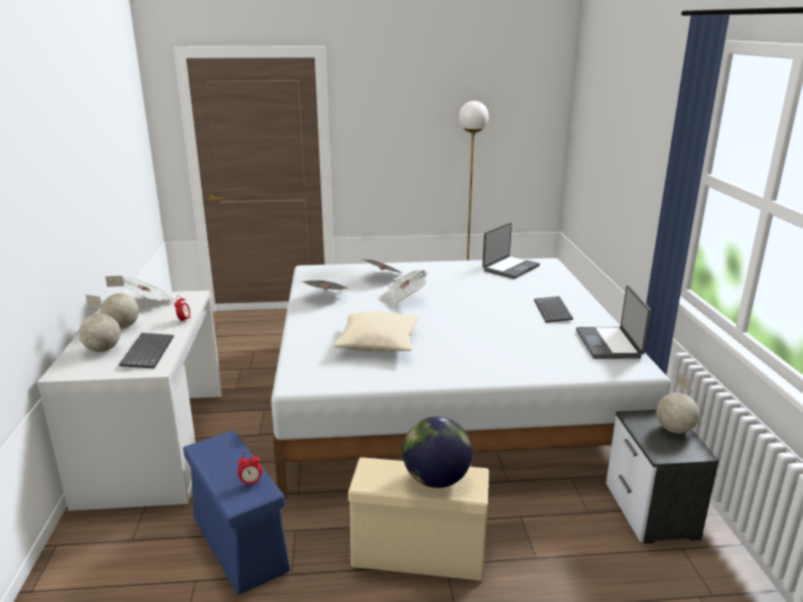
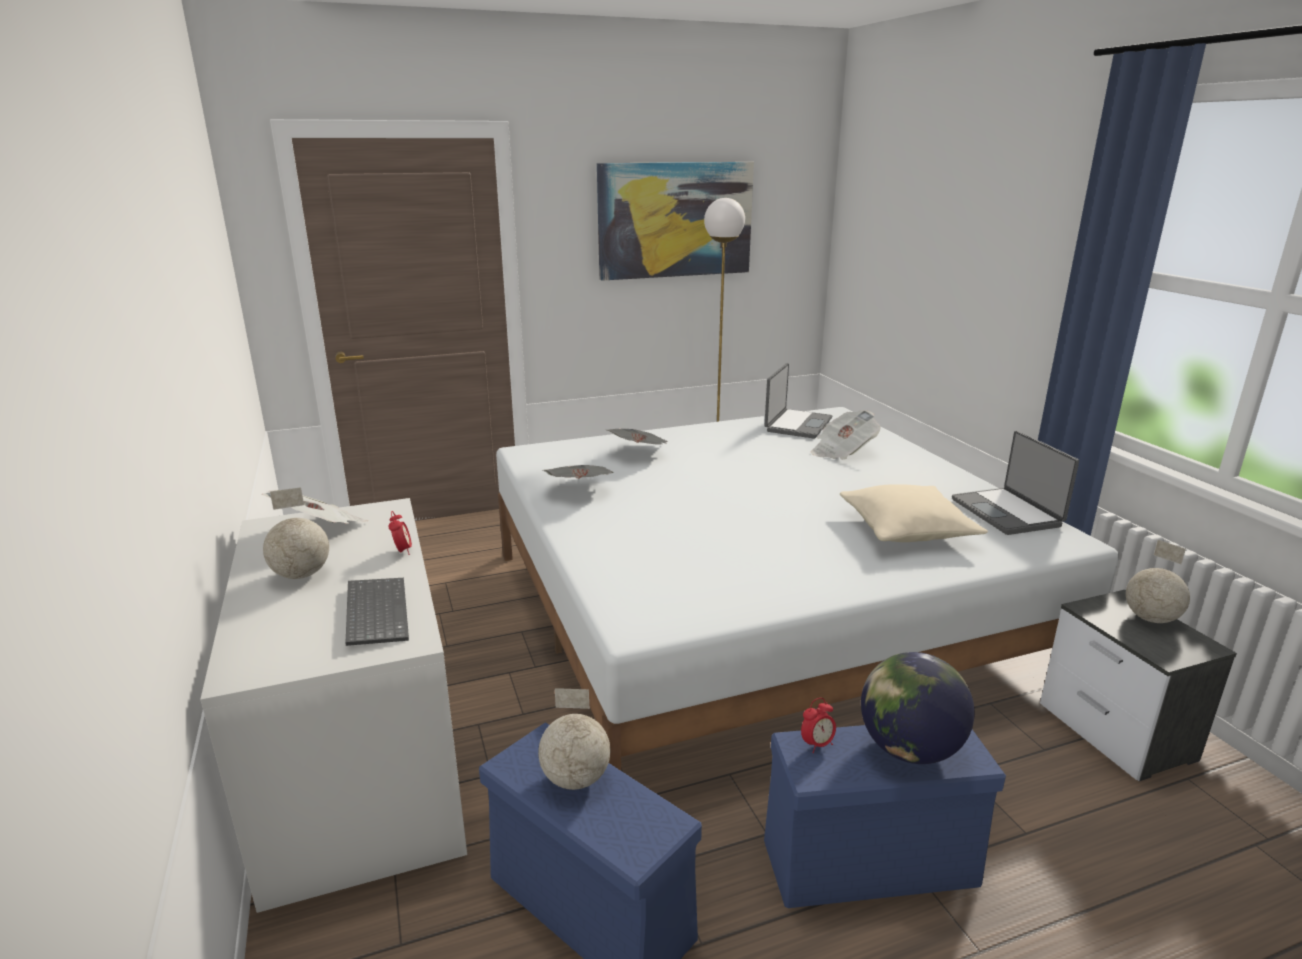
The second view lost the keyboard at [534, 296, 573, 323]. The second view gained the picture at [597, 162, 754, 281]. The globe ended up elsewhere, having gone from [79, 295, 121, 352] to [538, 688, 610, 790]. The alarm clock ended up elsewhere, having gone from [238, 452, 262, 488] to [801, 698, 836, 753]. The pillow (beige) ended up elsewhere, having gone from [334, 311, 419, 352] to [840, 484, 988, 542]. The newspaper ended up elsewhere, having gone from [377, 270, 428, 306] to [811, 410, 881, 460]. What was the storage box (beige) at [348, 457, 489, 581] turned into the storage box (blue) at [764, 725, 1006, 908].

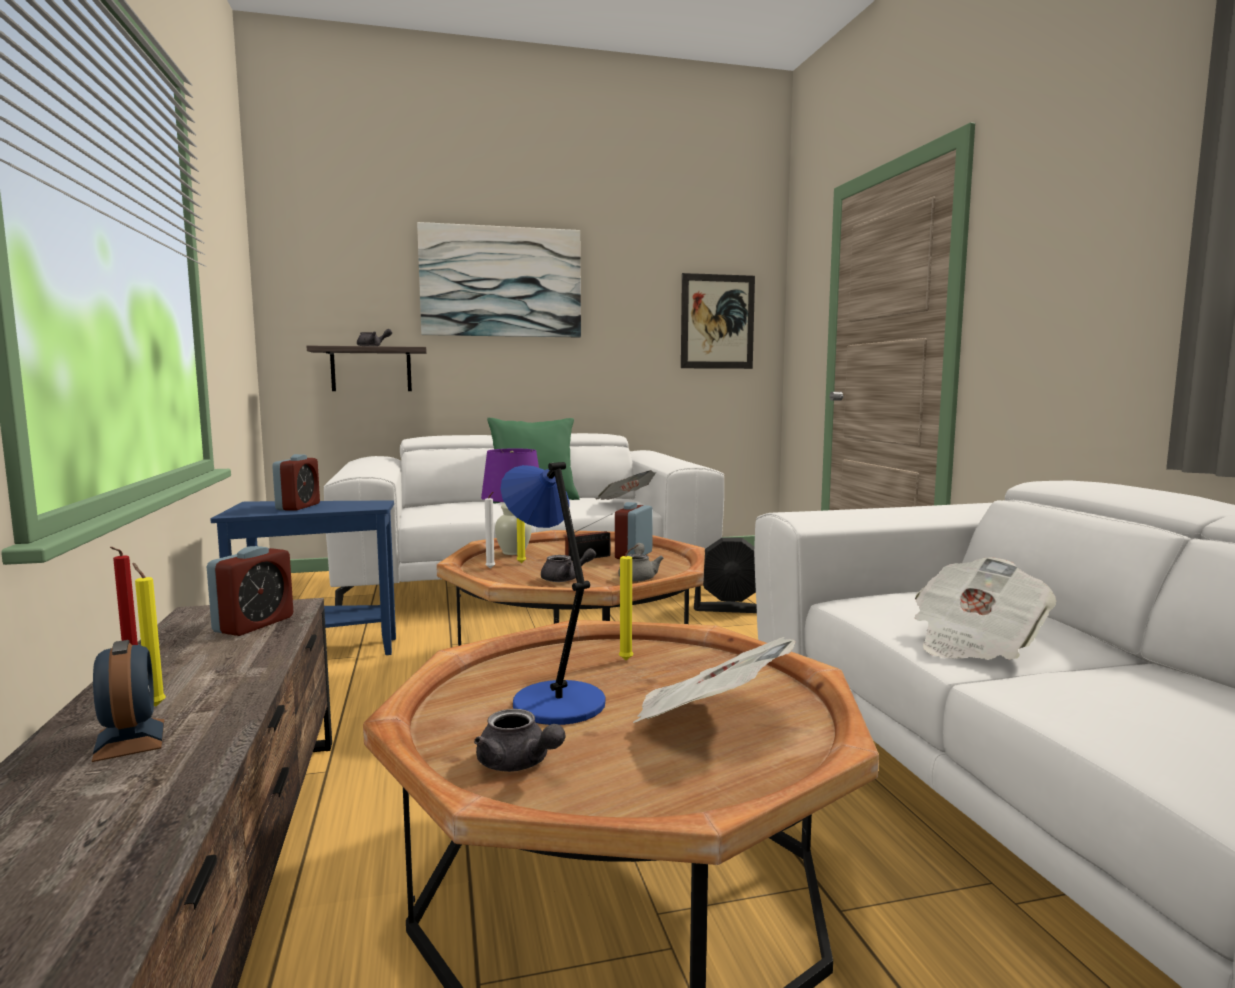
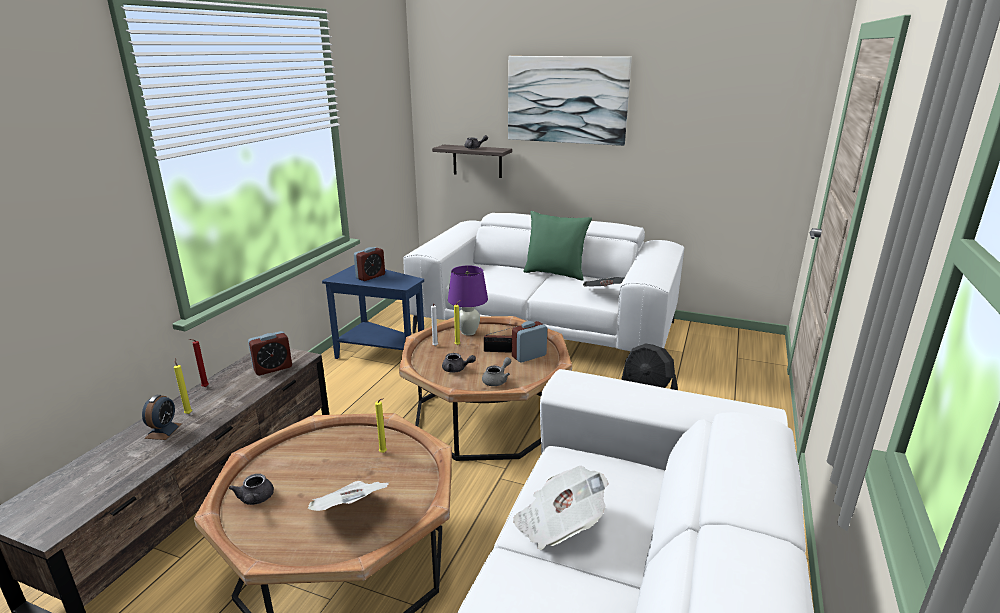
The second view lost the table lamp (blue) at [500, 462, 605, 725]. The second view lost the picture at [681, 273, 755, 369].

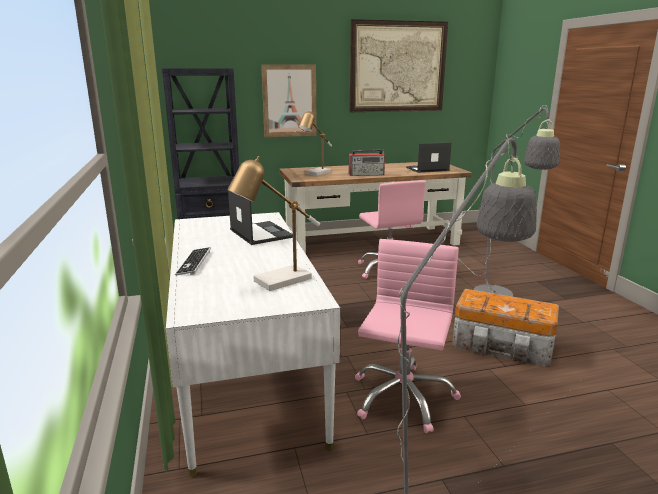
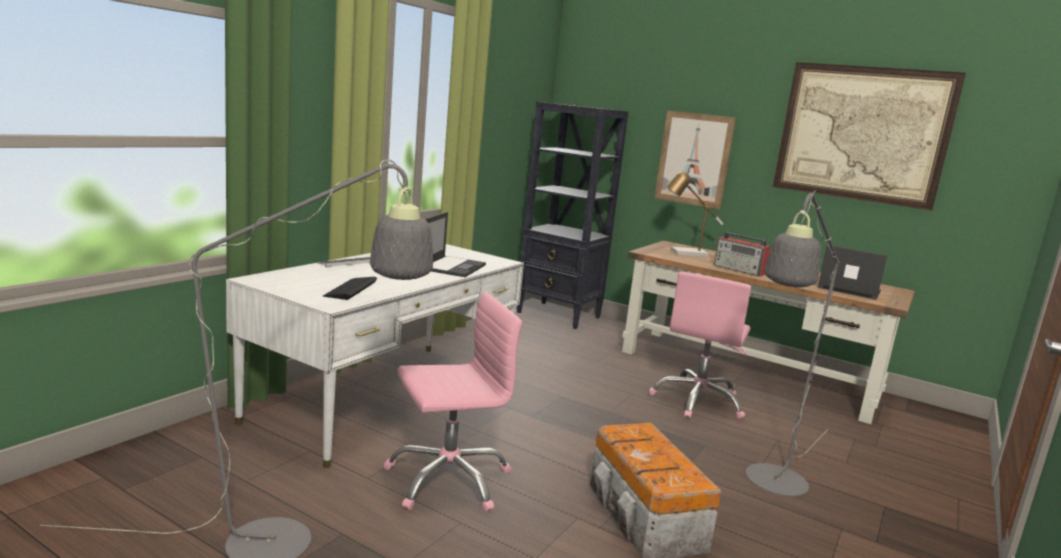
Where the table lamp stood at [228, 156, 320, 291], the keyboard came to stand at [323, 277, 377, 300].

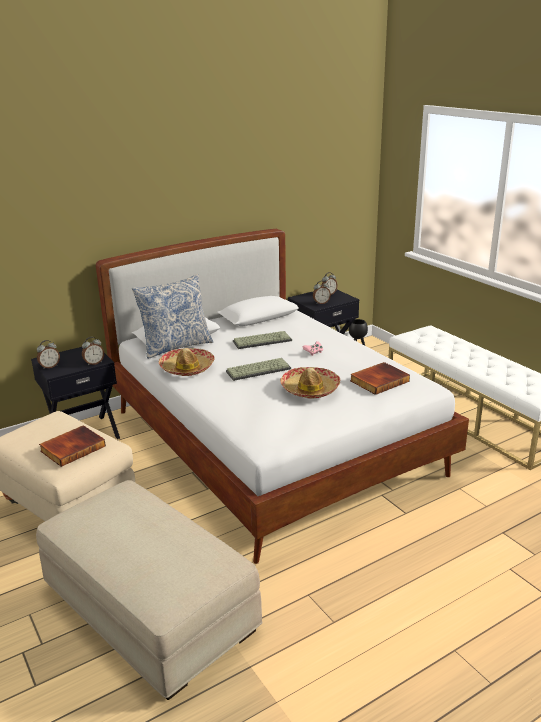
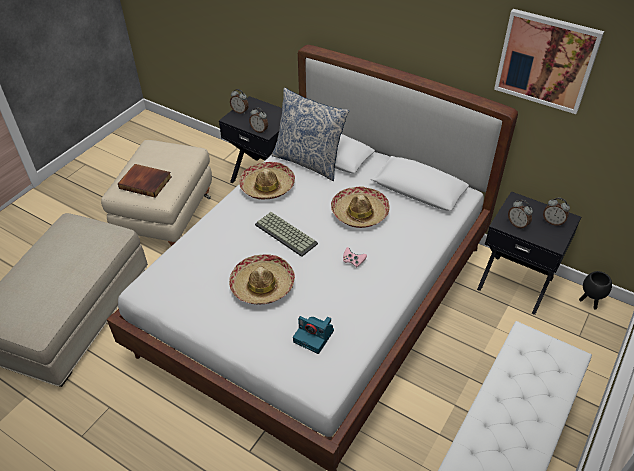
The second view gained the picture at [494, 9, 604, 114]. Where the keyboard stood at [233, 331, 292, 349], the hat came to stand at [331, 186, 390, 228]. Where the book stood at [350, 362, 410, 395], the photo camera came to stand at [293, 316, 334, 354].

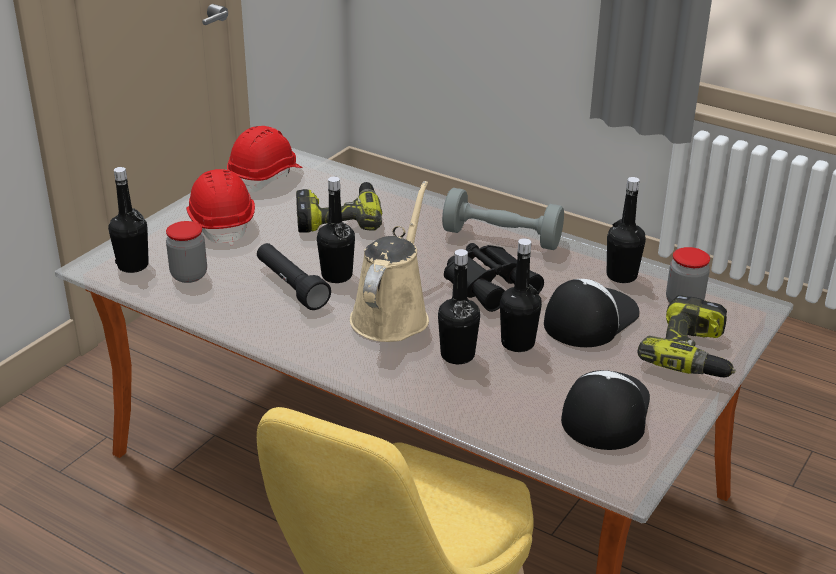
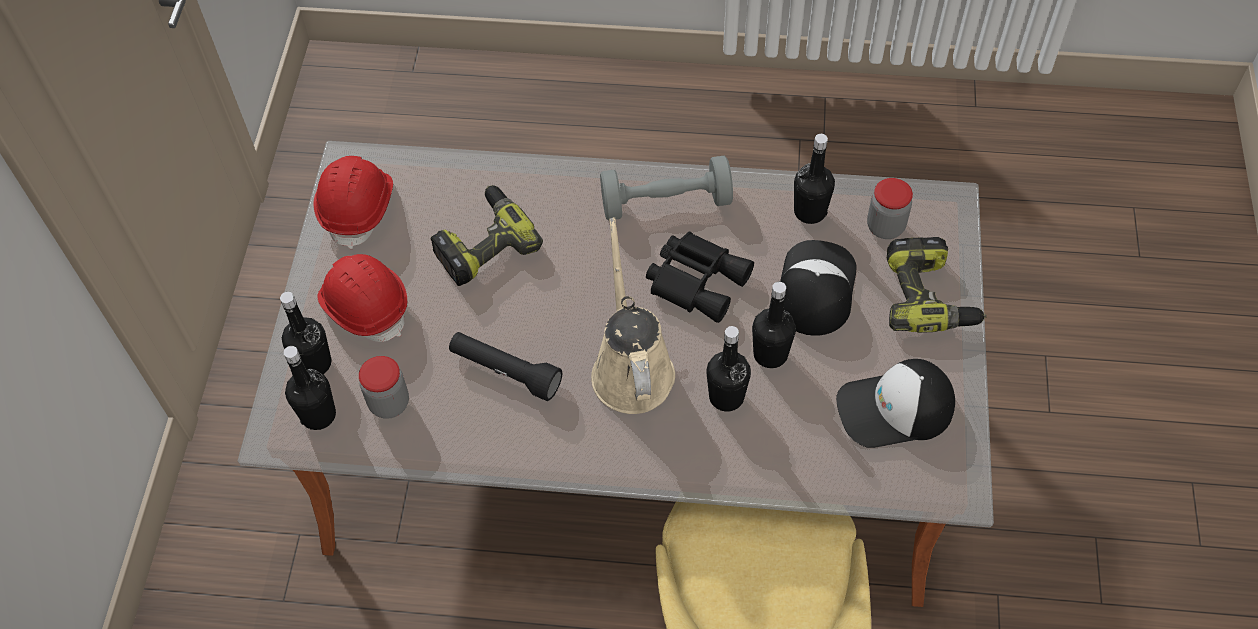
The bottle (black) ended up elsewhere, having gone from [317, 176, 355, 283] to [280, 292, 331, 374]. The cap at [561, 370, 650, 450] ended up facing another way, 90 degrees counterclockwise from before.

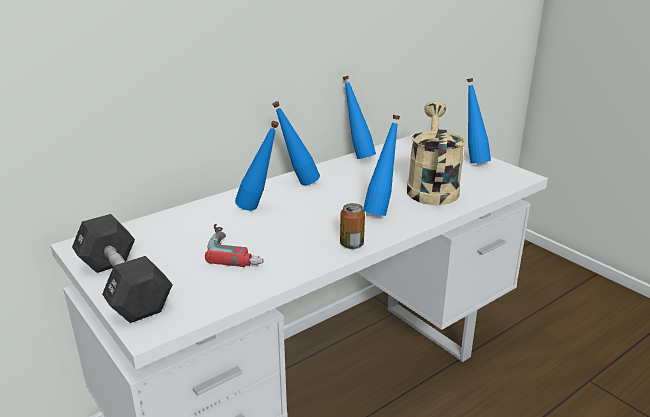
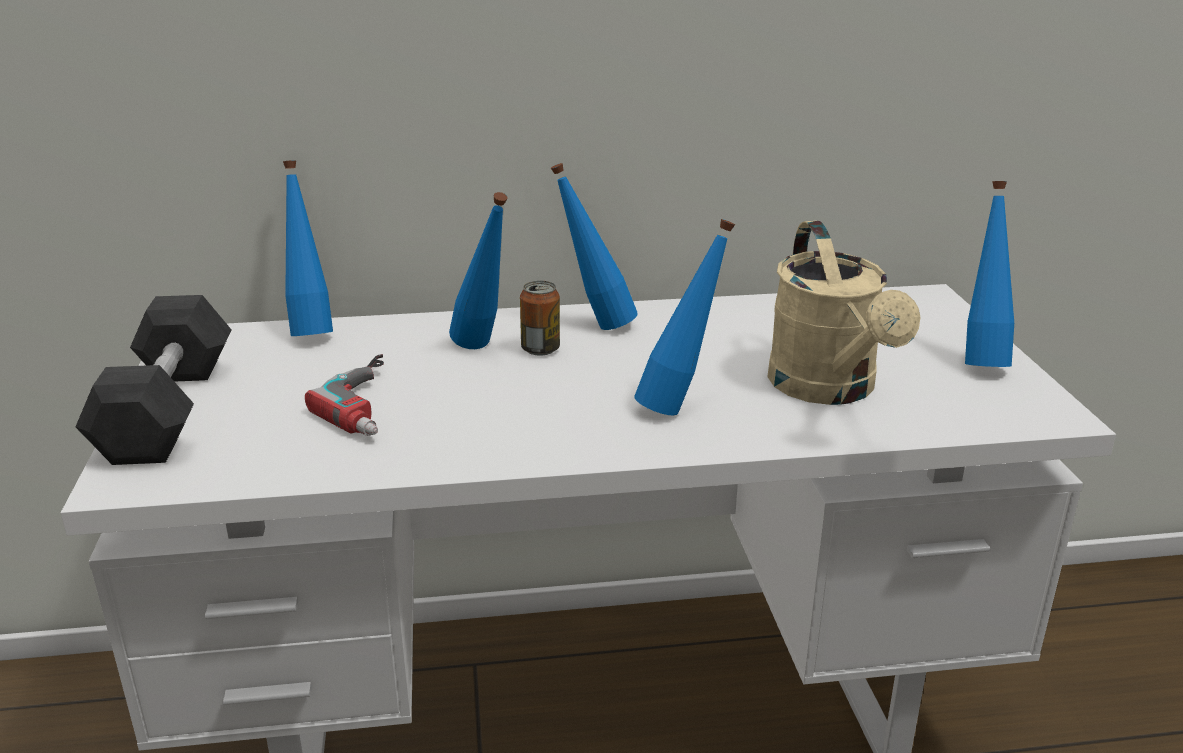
The can ended up elsewhere, having gone from [340, 203, 365, 249] to [520, 281, 560, 356]. The bottle (blue) ended up elsewhere, having gone from [343, 76, 376, 159] to [283, 160, 333, 336]. The watering can (beige) at [407, 100, 466, 205] ended up facing another way, 135 degrees clockwise from before.

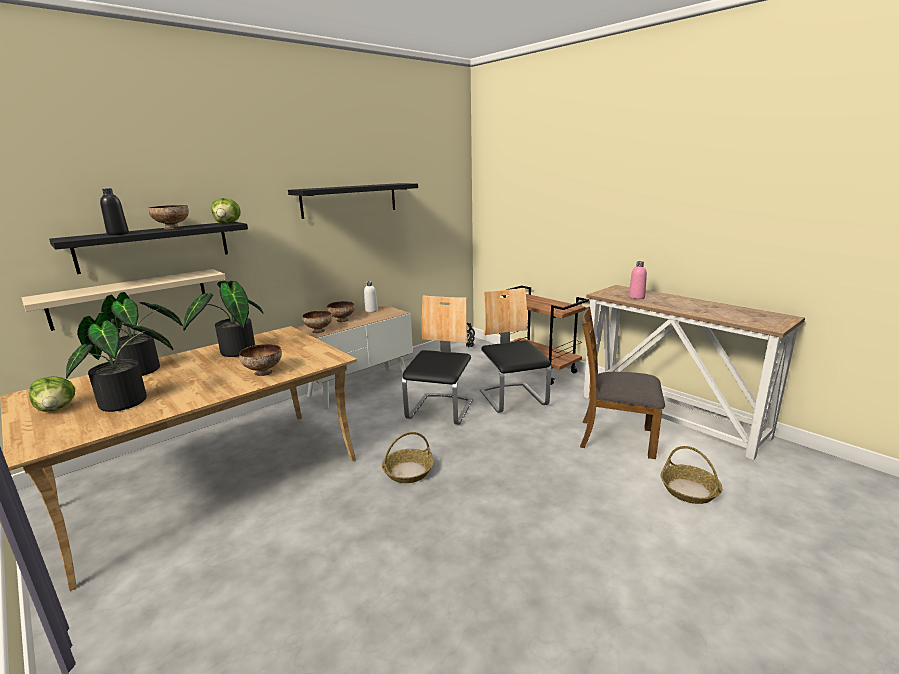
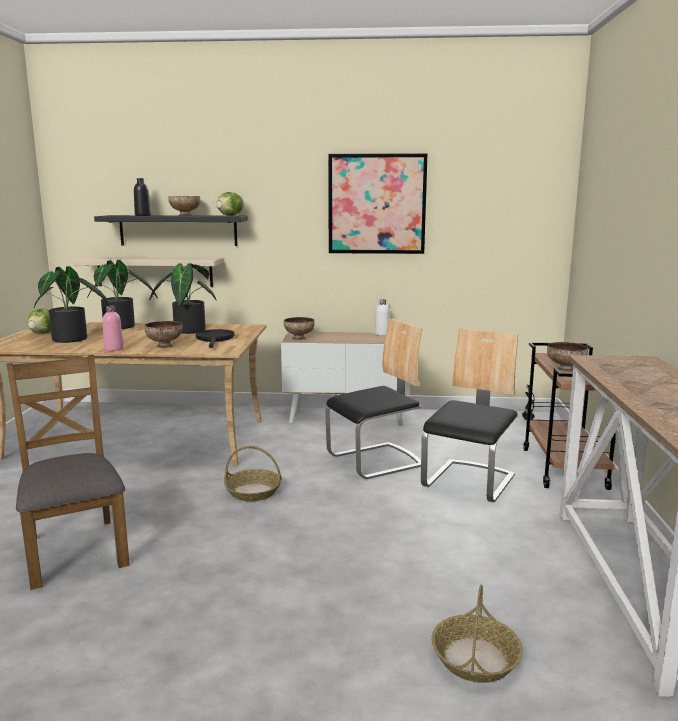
The second view gained the frying pan (black) at [196, 329, 235, 348]. The bowl ended up elsewhere, having gone from [327, 301, 355, 322] to [547, 342, 588, 372]. The chair (brown) ended up elsewhere, having gone from [580, 306, 665, 459] to [6, 355, 130, 590]. The bottle (pink) ended up elsewhere, having gone from [629, 261, 647, 299] to [103, 306, 124, 351]. Where the shelf (black) hung at [288, 183, 418, 219], the picture came to hang at [328, 153, 428, 254].

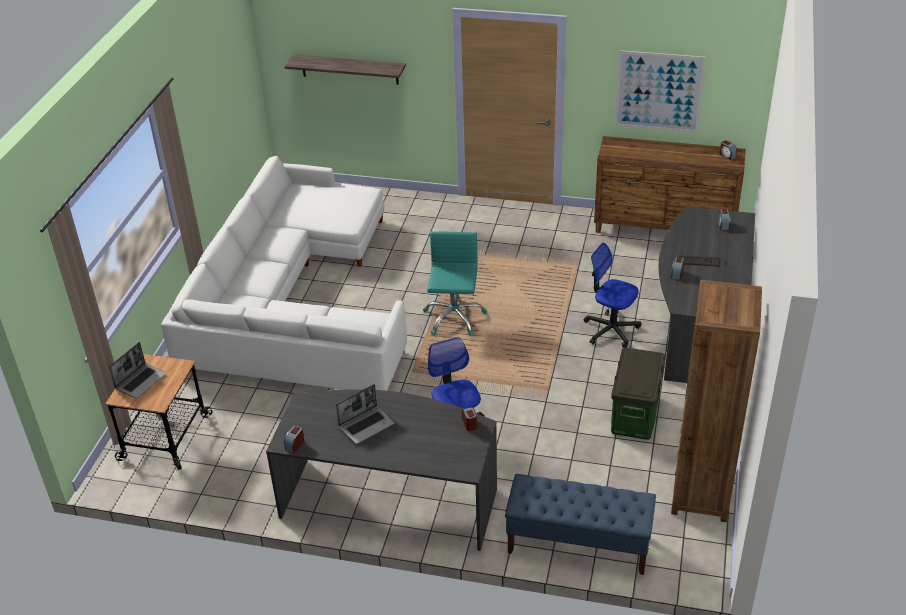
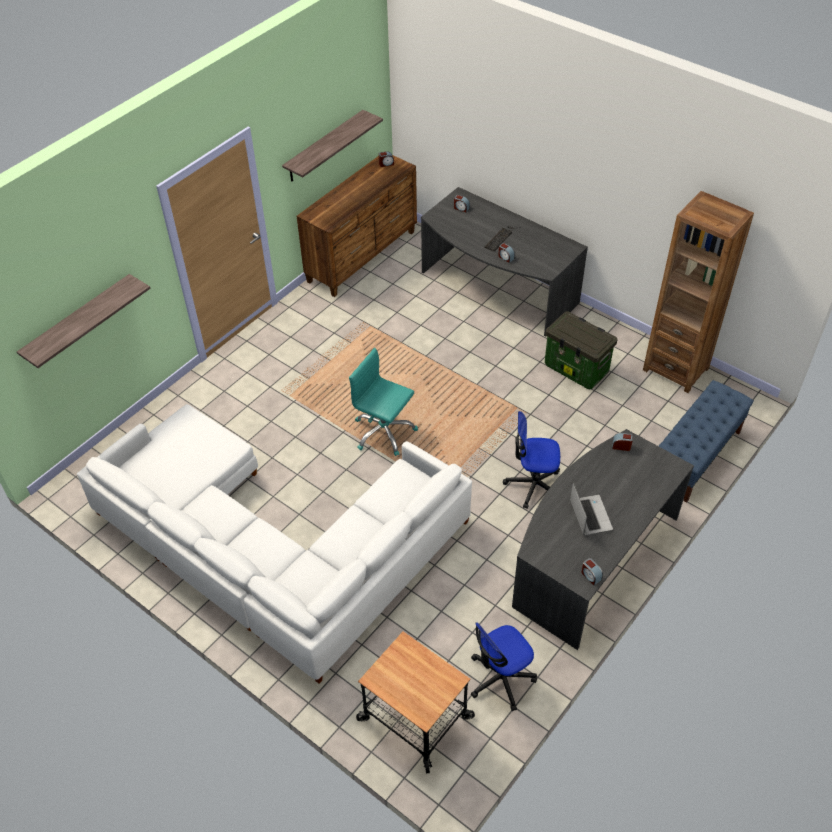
The second view lost the laptop at [109, 342, 167, 398]. The office chair ended up elsewhere, having gone from [584, 243, 642, 348] to [471, 622, 537, 711]. Where the picture hung at [614, 50, 706, 133], the shelf came to hang at [282, 110, 383, 182].

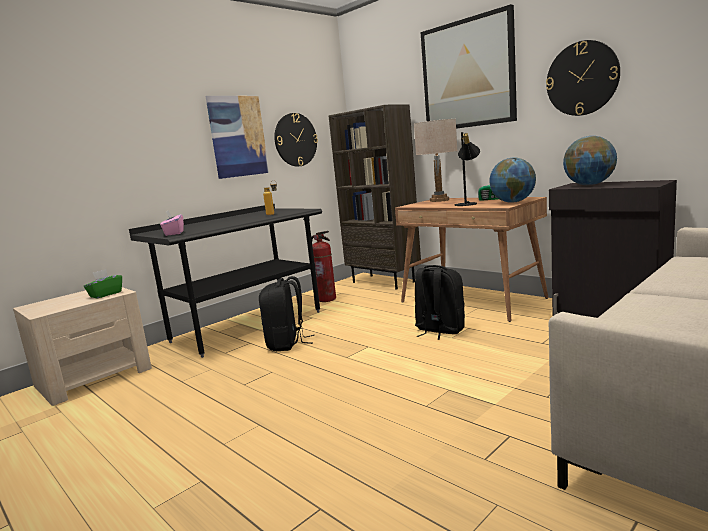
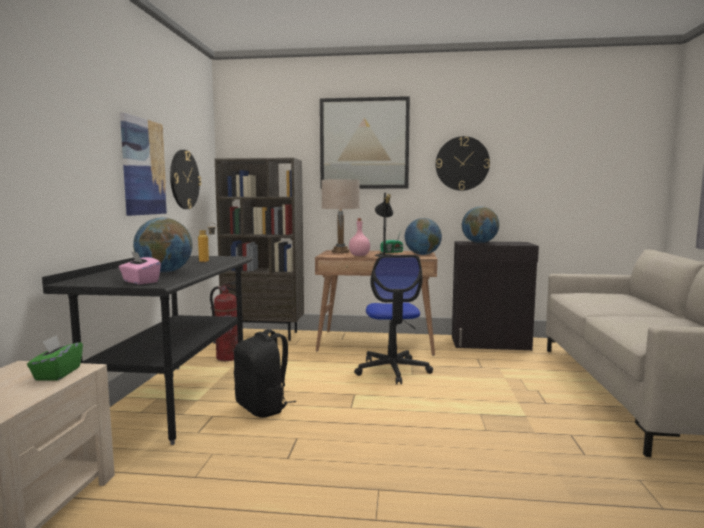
The second view gained the globe at [133, 218, 193, 273]. The second view gained the bottle (pink) at [349, 218, 370, 256]. Where the backpack (black) stood at [415, 265, 465, 340], the office chair came to stand at [354, 255, 433, 384].

